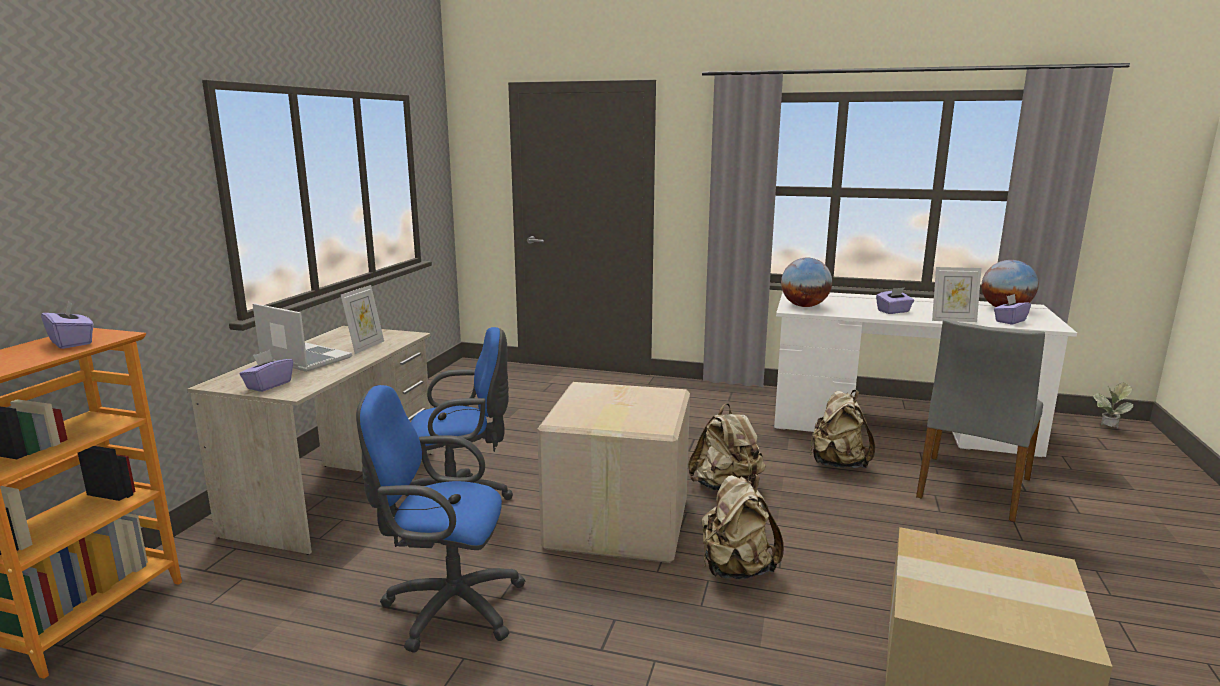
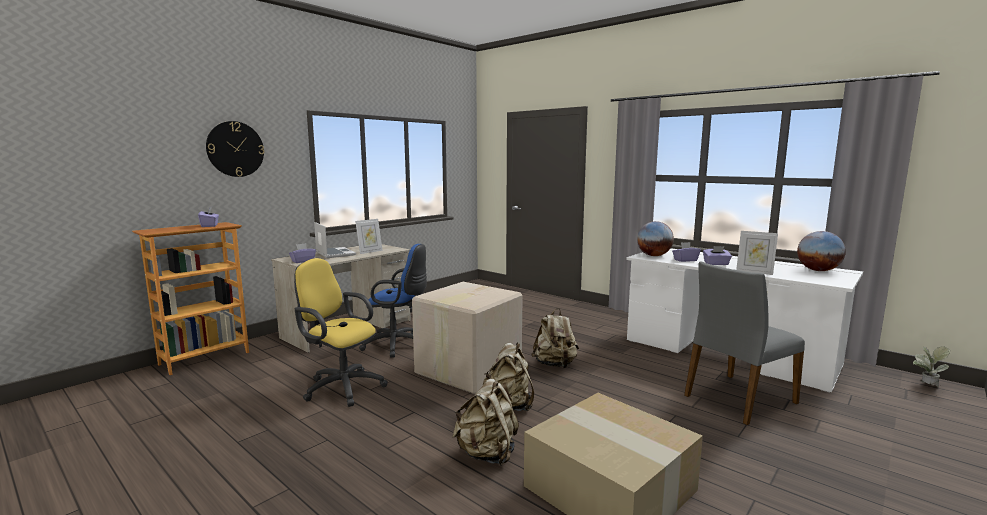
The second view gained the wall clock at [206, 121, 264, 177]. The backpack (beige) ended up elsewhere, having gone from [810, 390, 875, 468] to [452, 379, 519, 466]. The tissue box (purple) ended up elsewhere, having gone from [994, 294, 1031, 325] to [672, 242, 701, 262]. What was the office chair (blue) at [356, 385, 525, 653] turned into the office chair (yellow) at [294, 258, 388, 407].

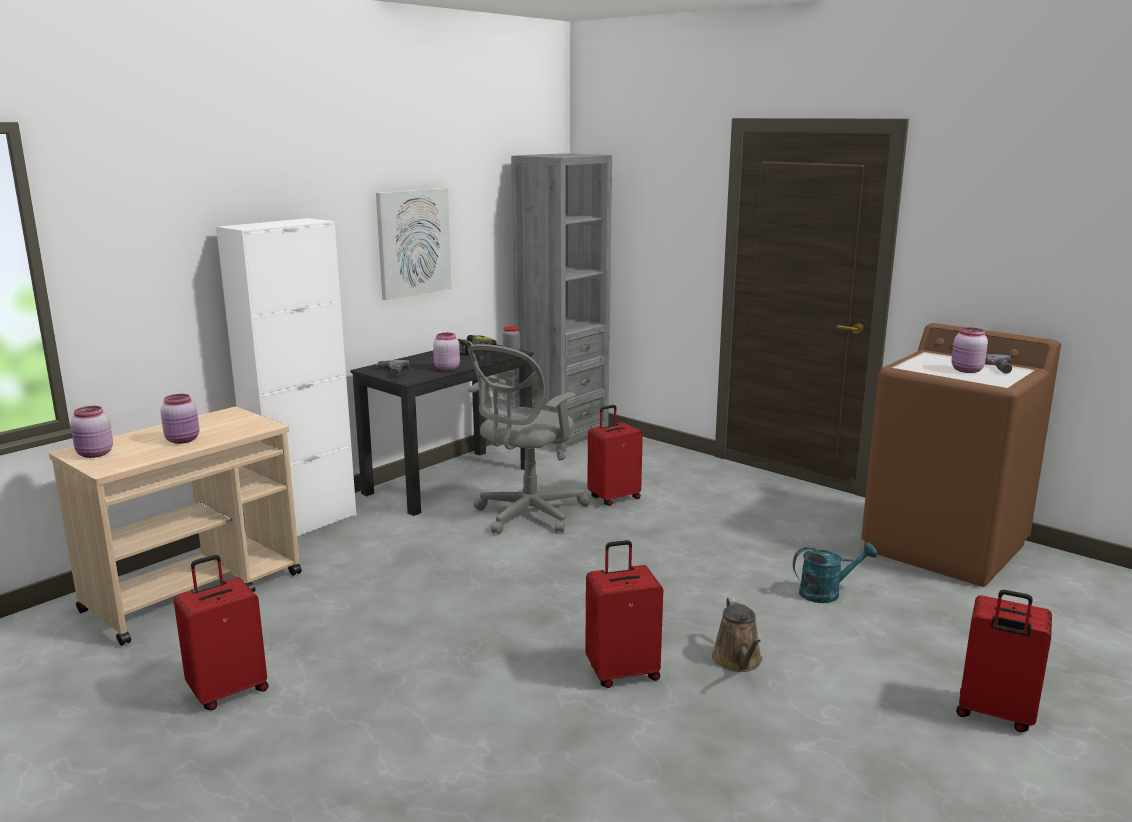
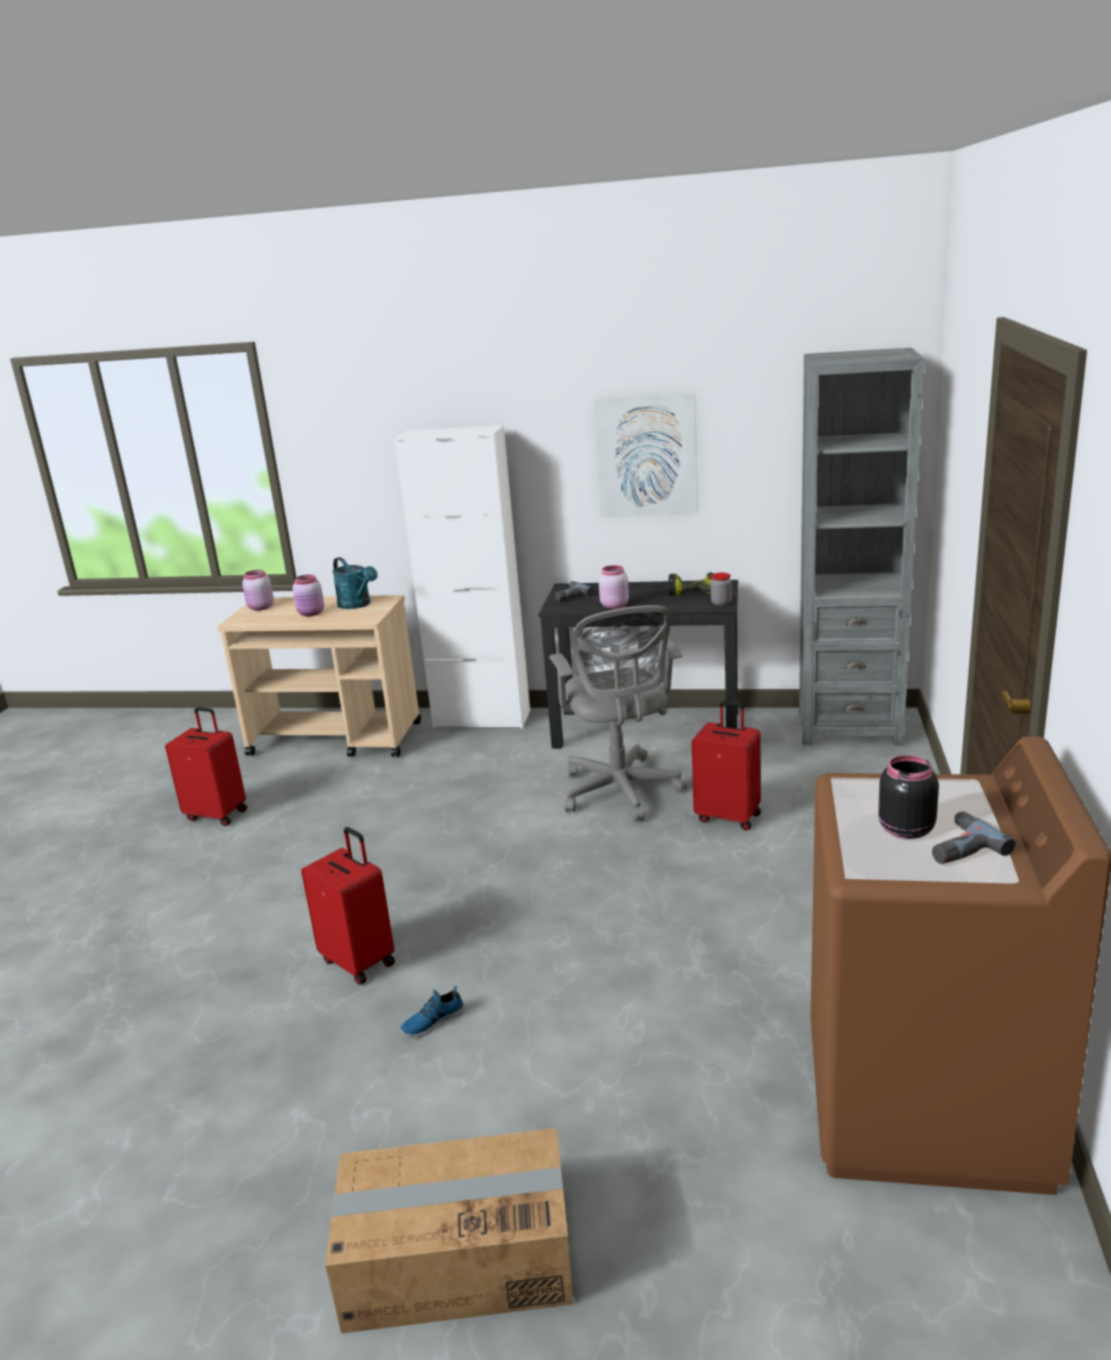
The watering can (turquoise) ended up elsewhere, having gone from [793, 542, 877, 603] to [332, 557, 378, 609]. Where the watering can (brown) stood at [712, 597, 762, 672], the shoe came to stand at [400, 986, 465, 1038]. Where the suitcase (red) stood at [956, 590, 1052, 732], the cardboard box came to stand at [325, 1128, 573, 1334]. What was the jar (pink) at [951, 327, 988, 373] turned into the jar (black) at [878, 755, 939, 839]. The office chair (grey) at [468, 344, 591, 534] ended up facing another way, 105 degrees counterclockwise from before.

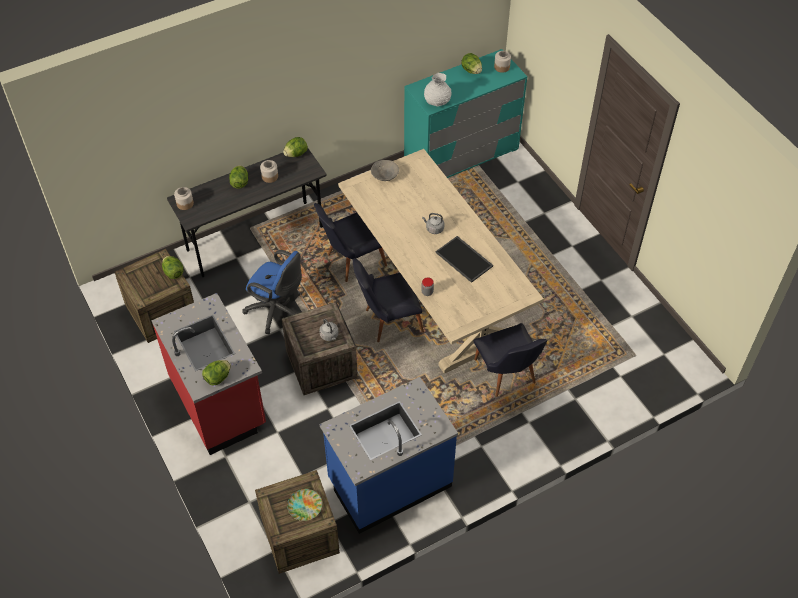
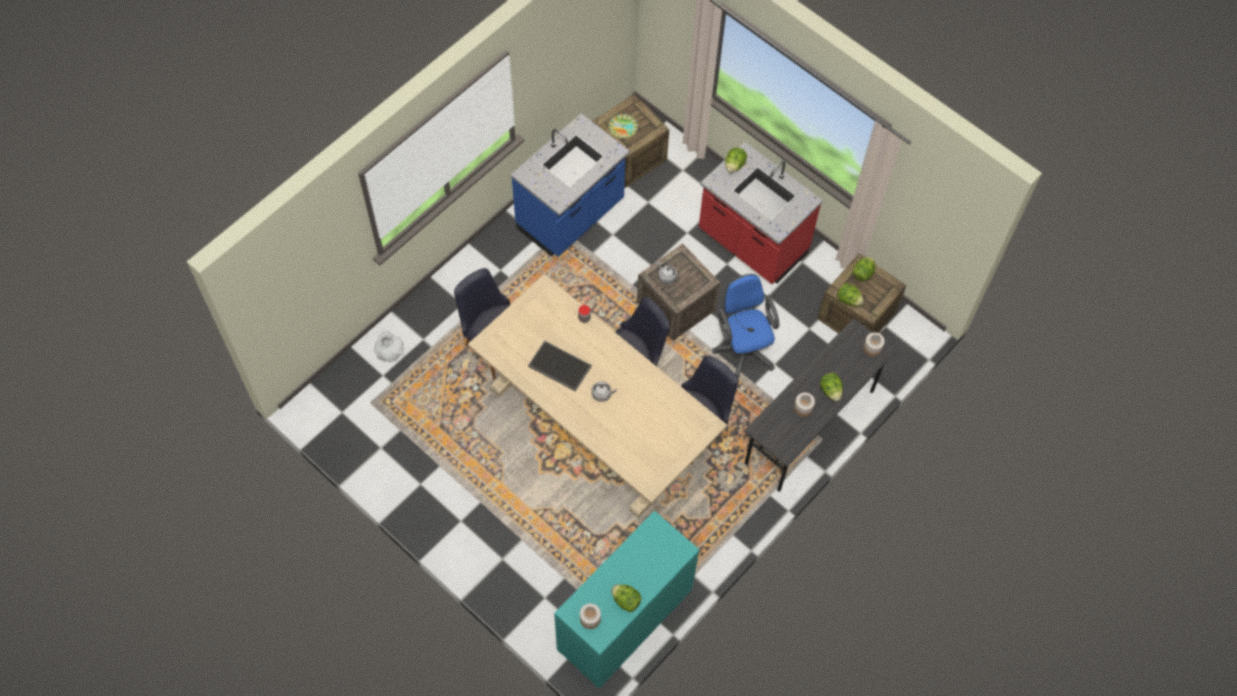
The second view lost the bowl (grey) at [371, 160, 399, 181]. The lettuce ended up elsewhere, having gone from [283, 137, 308, 157] to [852, 257, 875, 281]. The vase (white) ended up elsewhere, having gone from [424, 73, 452, 107] to [374, 331, 404, 362]. The office chair (blue) at [243, 250, 302, 334] ended up facing another way, 60 degrees clockwise from before.

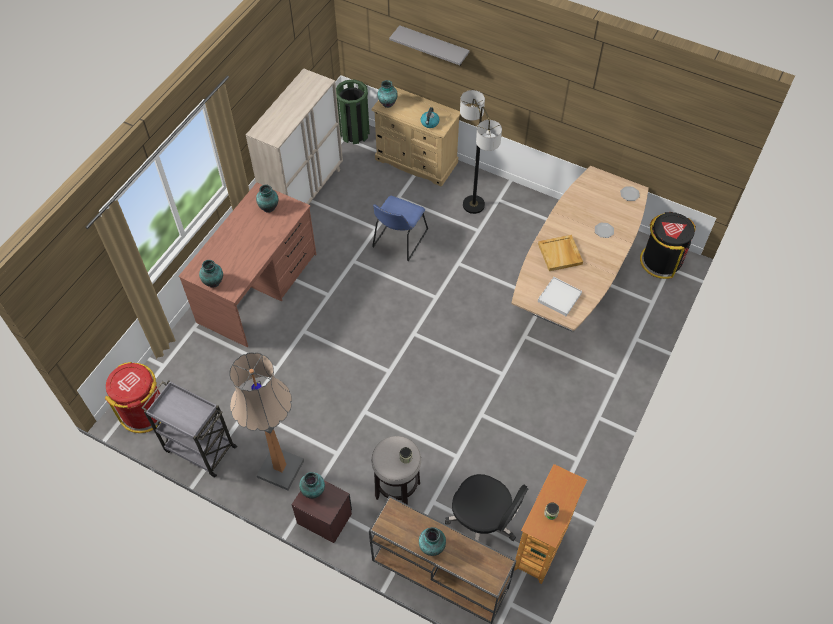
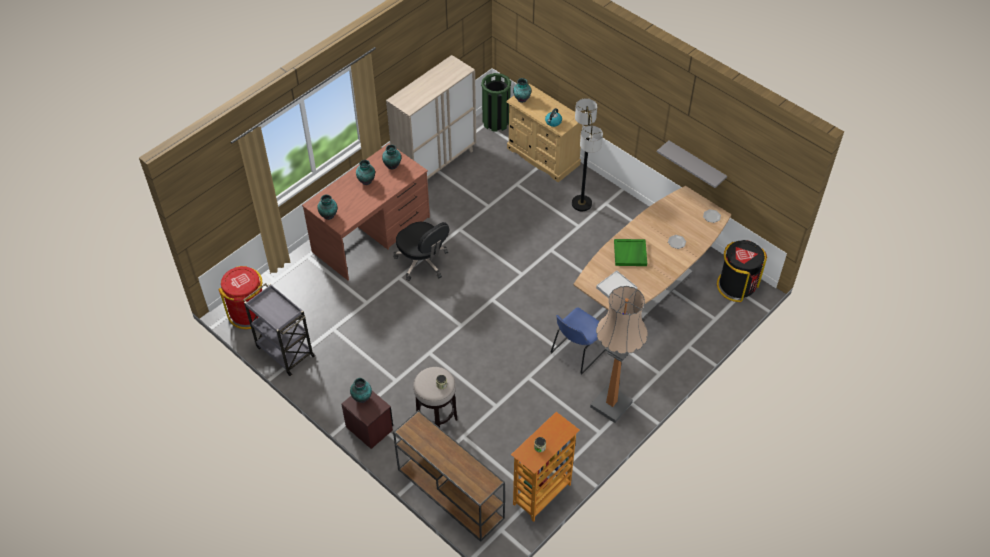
The floor lamp ended up elsewhere, having gone from [229, 352, 304, 490] to [590, 286, 648, 423]. The chair (blue) ended up elsewhere, having gone from [372, 196, 428, 261] to [551, 307, 606, 374]. The shelf (grey) ended up elsewhere, having gone from [389, 25, 470, 66] to [657, 141, 727, 188]. The vase ended up elsewhere, having gone from [419, 527, 446, 556] to [356, 160, 375, 185]. The office chair (black) ended up elsewhere, having gone from [445, 474, 528, 541] to [393, 221, 449, 281]. What was the tray (beige) at [538, 235, 583, 271] turned into the tray (green) at [614, 239, 647, 266].

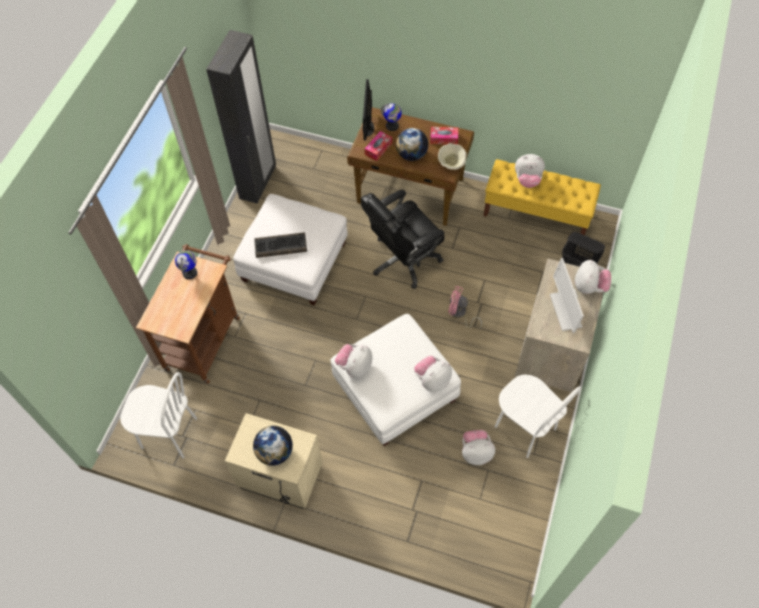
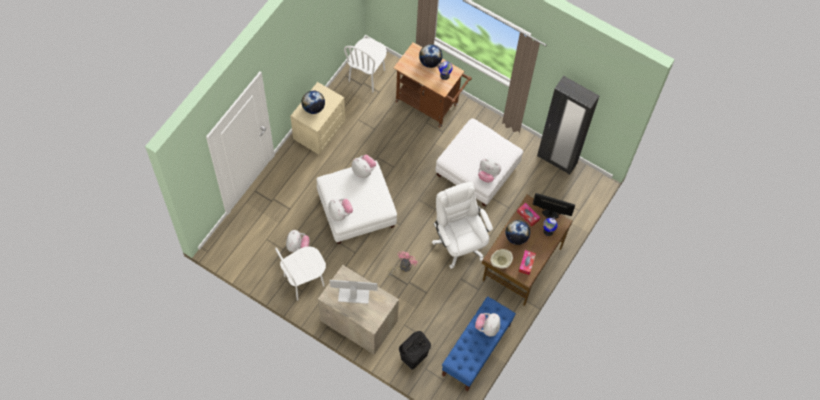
The second view lost the keyboard at [254, 232, 307, 258]. The second view gained the globe at [419, 44, 442, 68]. The plush toy ended up elsewhere, having gone from [575, 260, 611, 294] to [478, 158, 501, 182]. What was the office chair (black) at [360, 190, 445, 289] turned into the office chair (white) at [432, 182, 493, 269]. What was the bench (yellow) at [483, 159, 601, 235] turned into the bench (blue) at [442, 296, 516, 391].

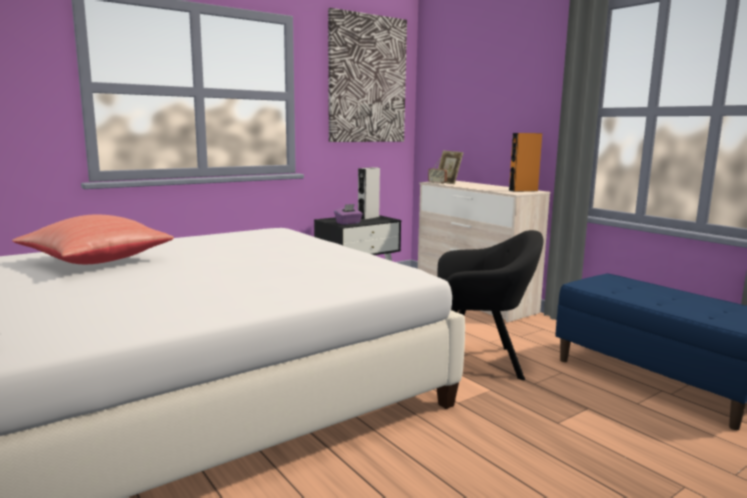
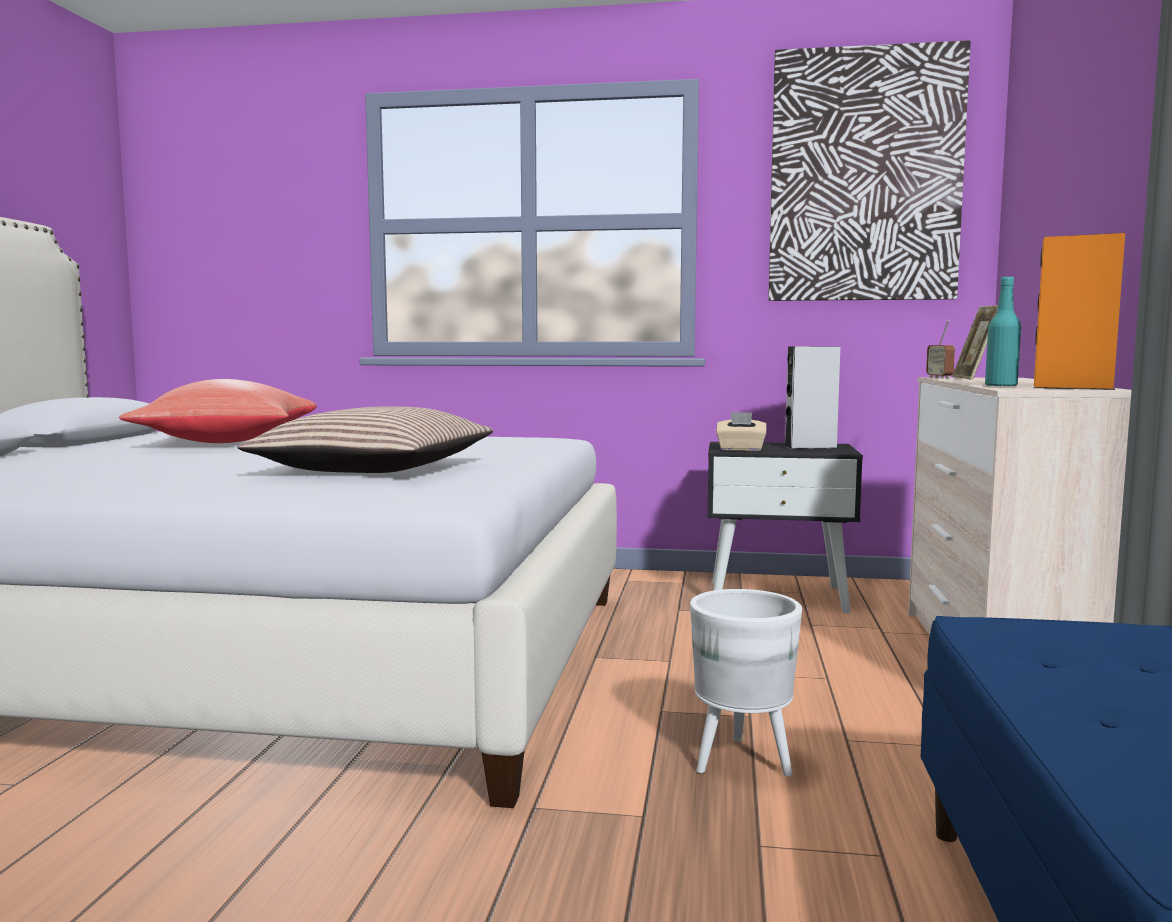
The second view gained the pillow at [238, 407, 493, 473]. The second view gained the bottle (turquoise) at [985, 277, 1021, 387]. Where the armchair (black) stood at [437, 230, 543, 380], the planter (white) came to stand at [690, 589, 802, 777]. What was the tissue box (purple) at [334, 204, 363, 225] turned into the tissue box (beige) at [716, 412, 767, 451].

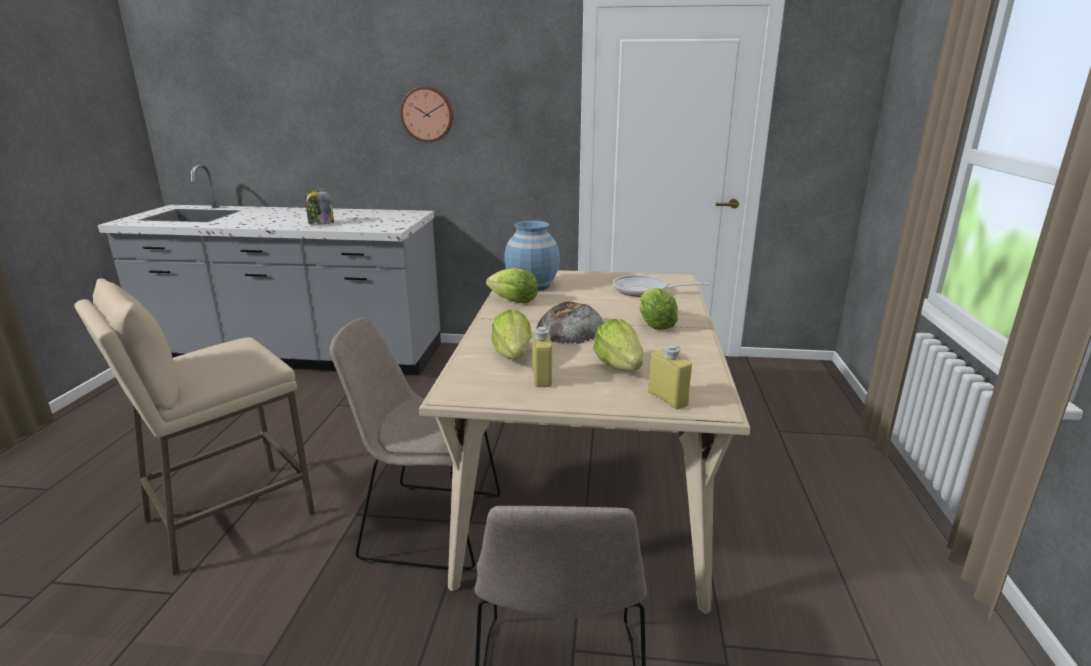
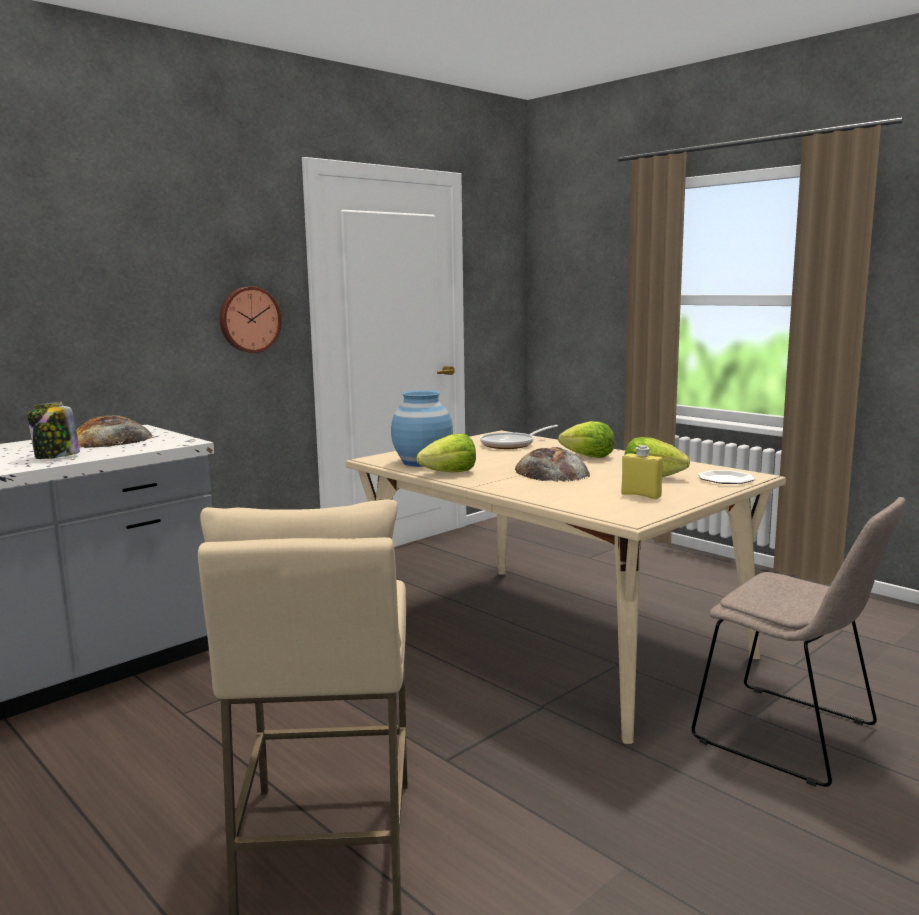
The second view lost the chair (beige) at [330, 317, 500, 573]. The second view lost the lettuce at [491, 310, 532, 359]. The second view gained the bread at [76, 415, 152, 448]. The wall clock ended up elsewhere, having gone from [400, 86, 453, 142] to [220, 287, 282, 353]. Where the bottle (yellow) stood at [648, 345, 692, 409], the plate came to stand at [698, 470, 755, 484].

